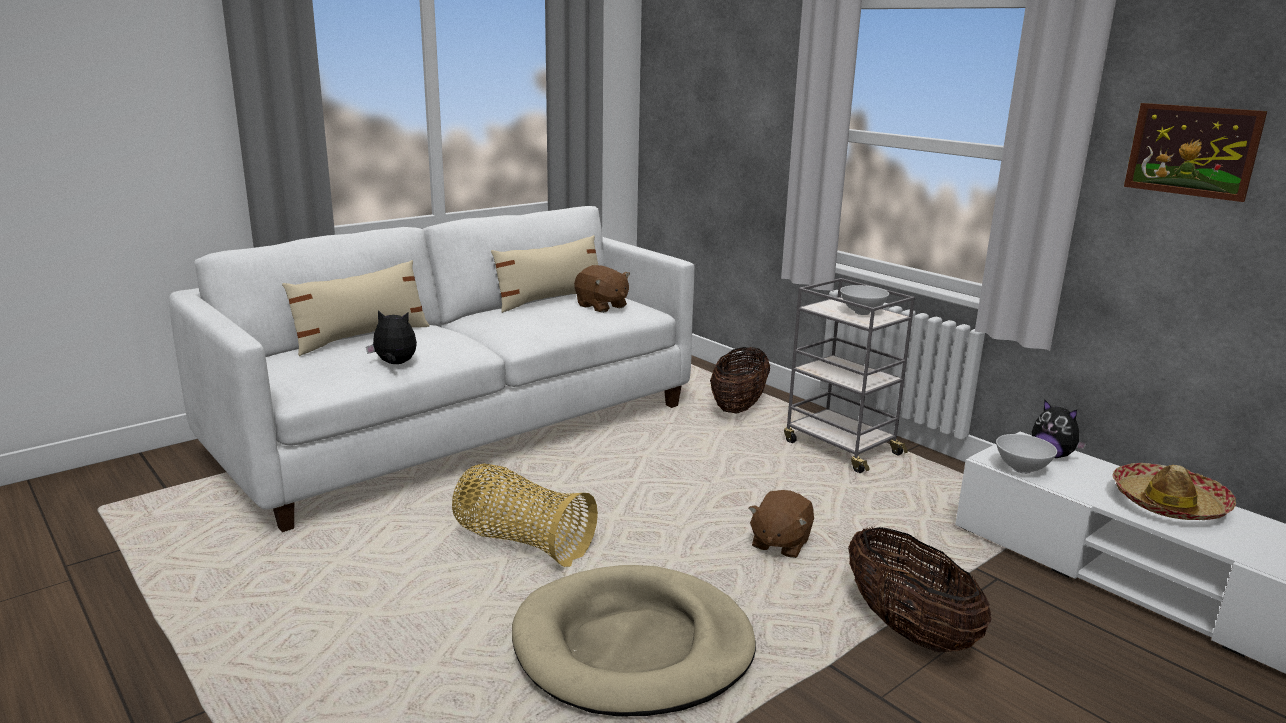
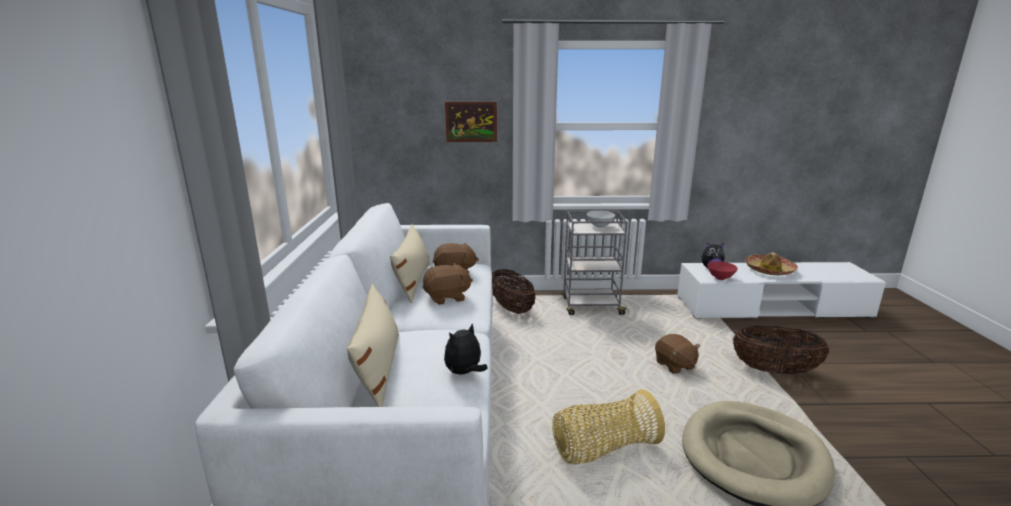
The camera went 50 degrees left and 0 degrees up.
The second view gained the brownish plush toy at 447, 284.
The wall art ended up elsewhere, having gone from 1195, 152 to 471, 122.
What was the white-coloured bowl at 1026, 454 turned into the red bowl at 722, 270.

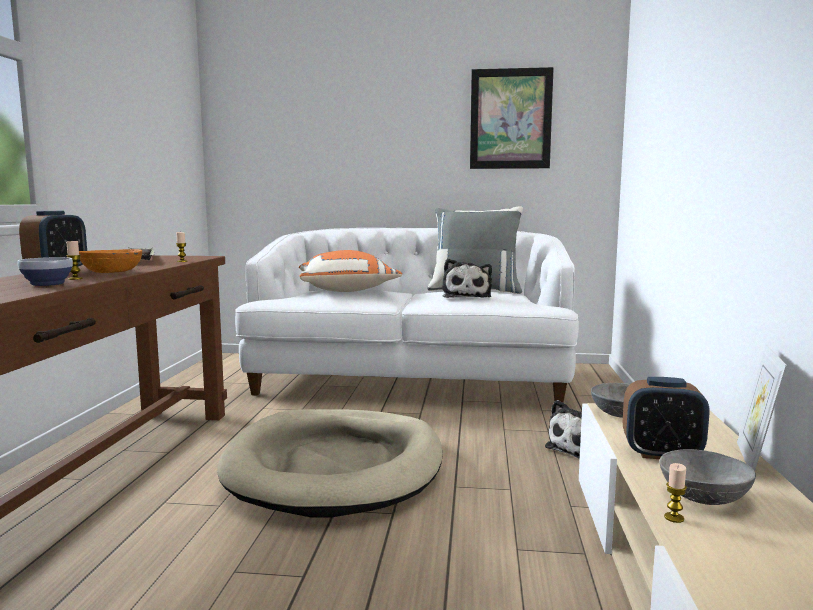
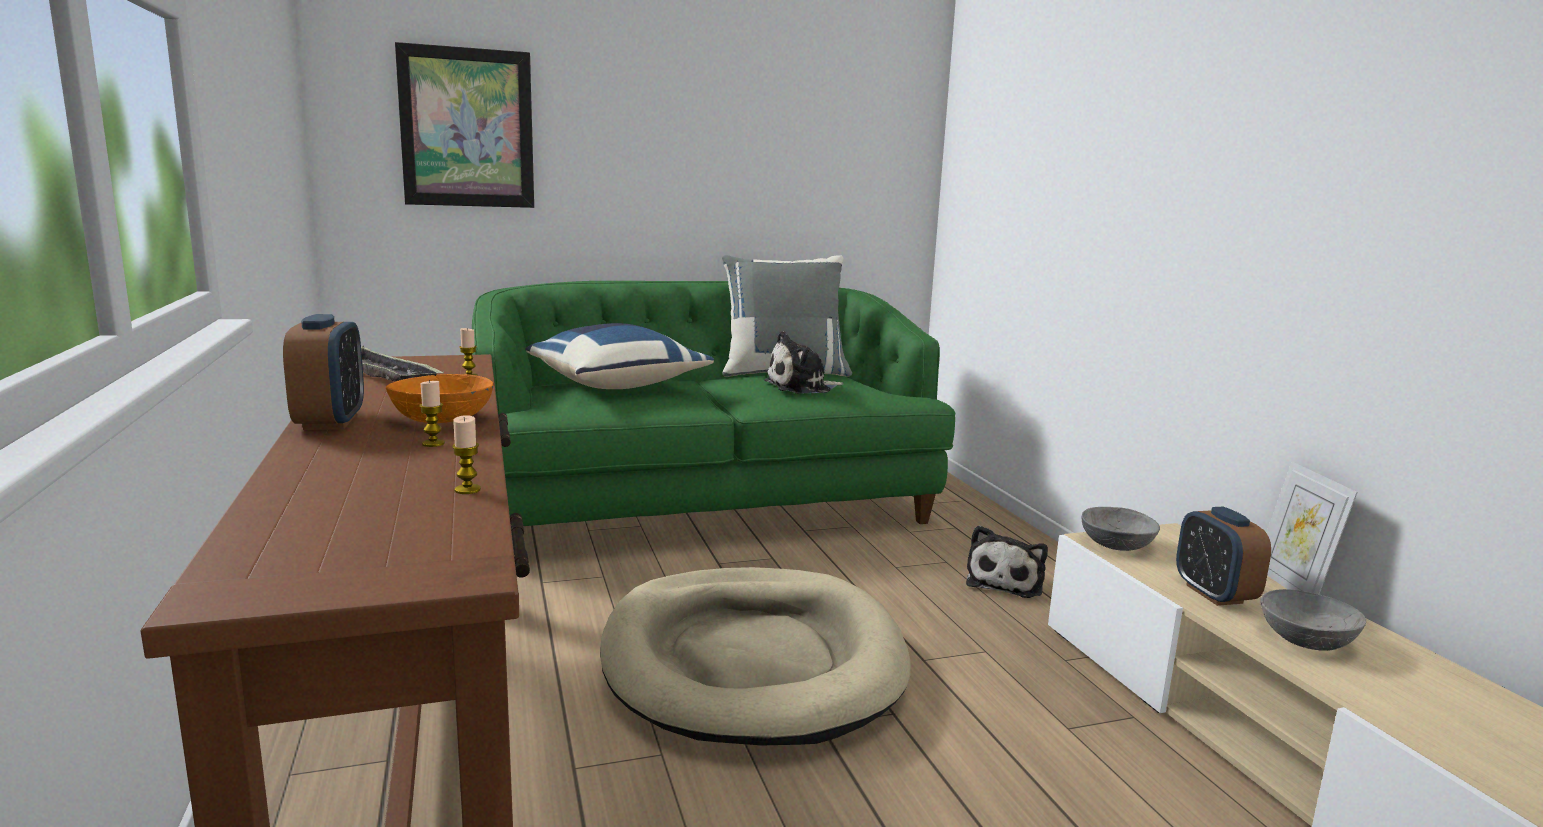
The camera went 25 degrees left and 5 degrees up.
The second view lost the bowl at 45, 271.
The wall art ended up elsewhere, having gone from 512, 118 to 464, 125.
The candle ended up elsewhere, having gone from 675, 493 to 466, 454.
What was the white-coloured sofa at 407, 315 turned into the green sofa at 714, 403.
What was the orange throw pillow at 350, 271 turned into the blue throw pillow at 619, 356.
The plush toy at 467, 278 ended up facing another way, 90 degrees clockwise from before.
The table clock at 666, 418 ended up facing another way, 90 degrees clockwise from before.

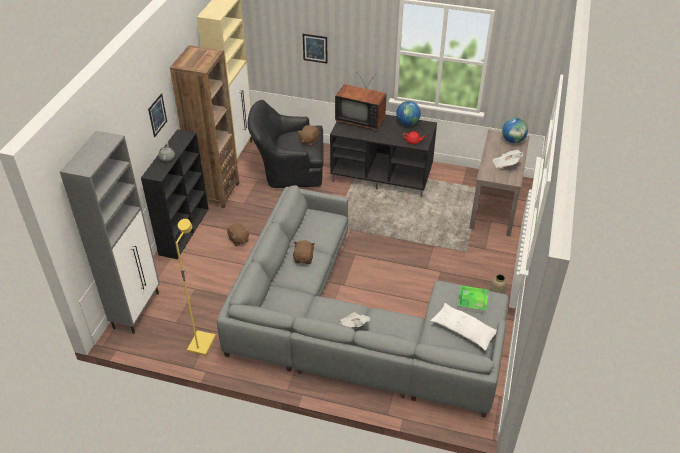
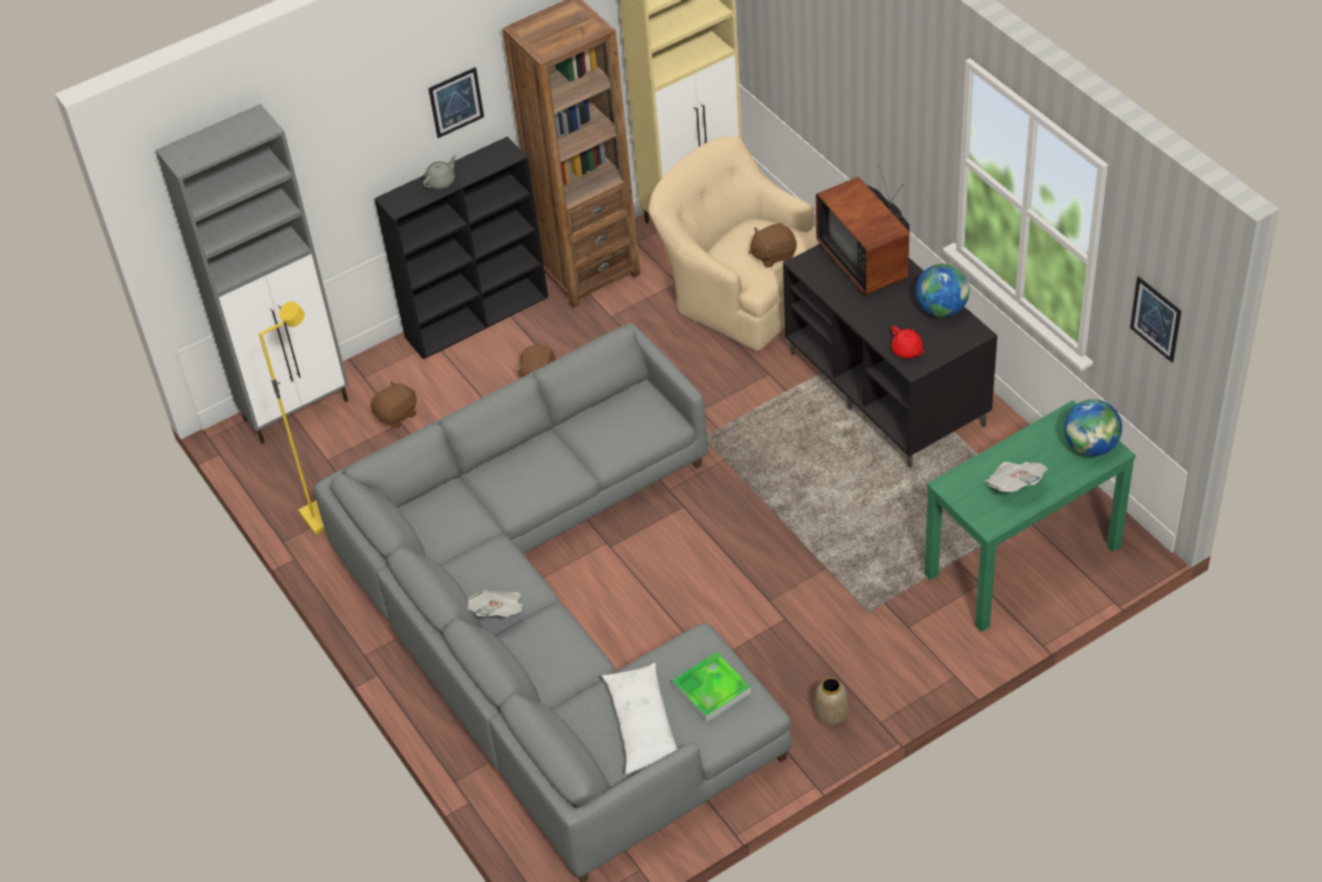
The camera went 45 degrees right and 5 degrees up.
The brownish plush toy ended up elsewhere, having gone from 304, 252 to 394, 404.
The wall art ended up elsewhere, having gone from 315, 48 to 1155, 319.
What was the black easy chair at 285, 144 turned into the beige easy chair at 734, 243.
What was the brownish hall table at 499, 183 turned into the green hall table at 1030, 516.

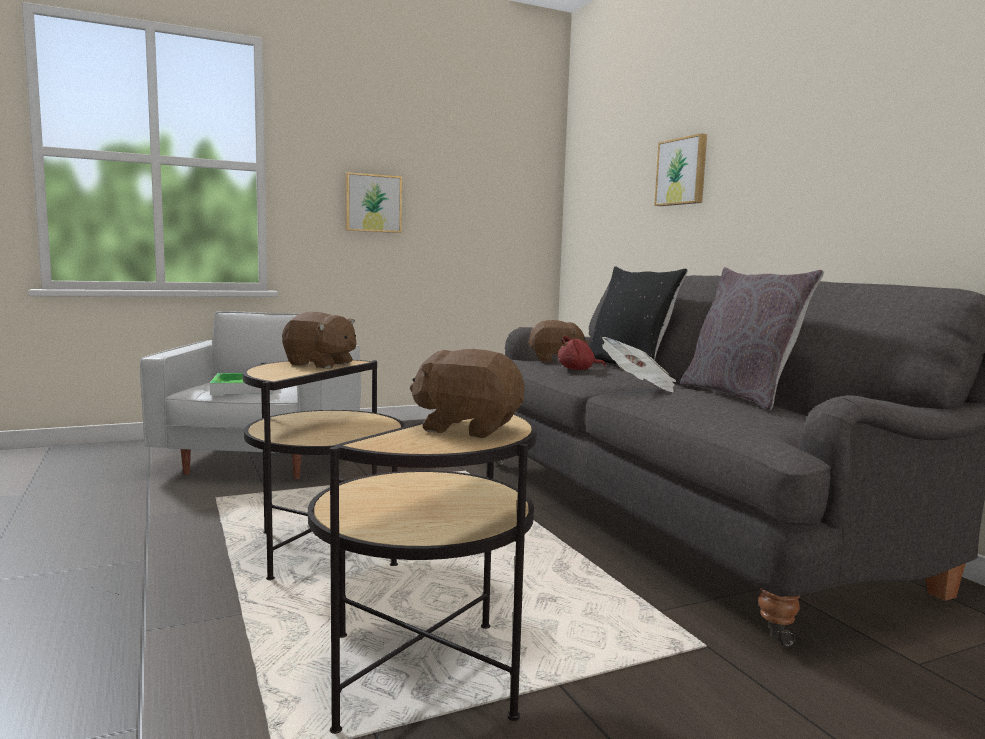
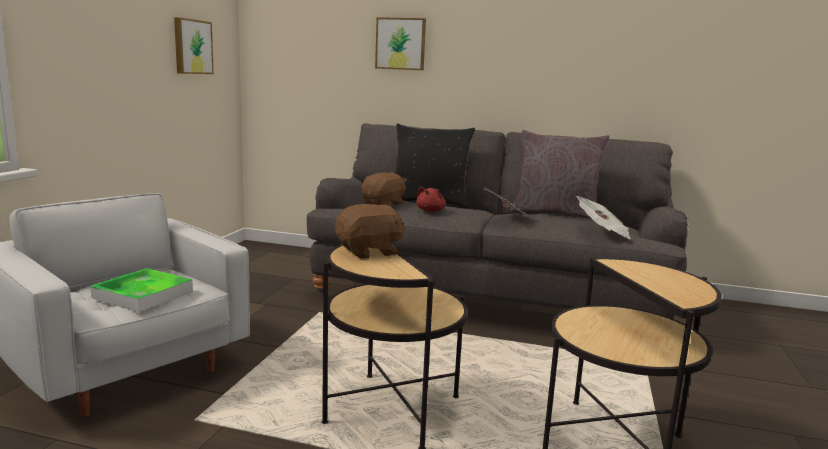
The camera went 50 degrees left and 5 degrees up.
The second view lost the brownish plush toy at 467, 393.
The second view gained the printed paper at 603, 217.
The wall art ended up elsewhere, having gone from 373, 202 to 194, 45.

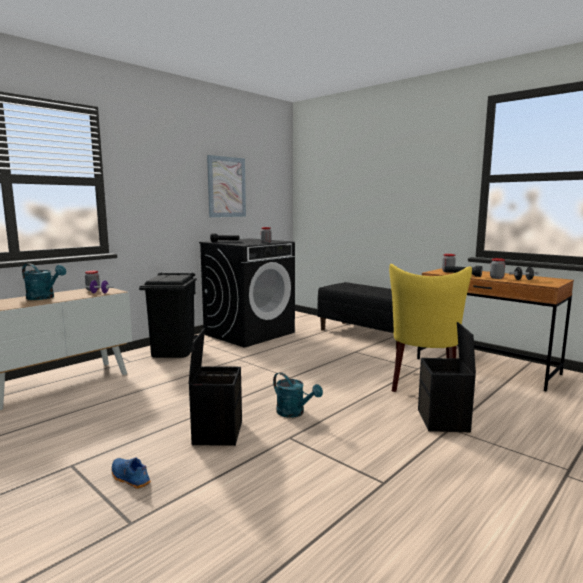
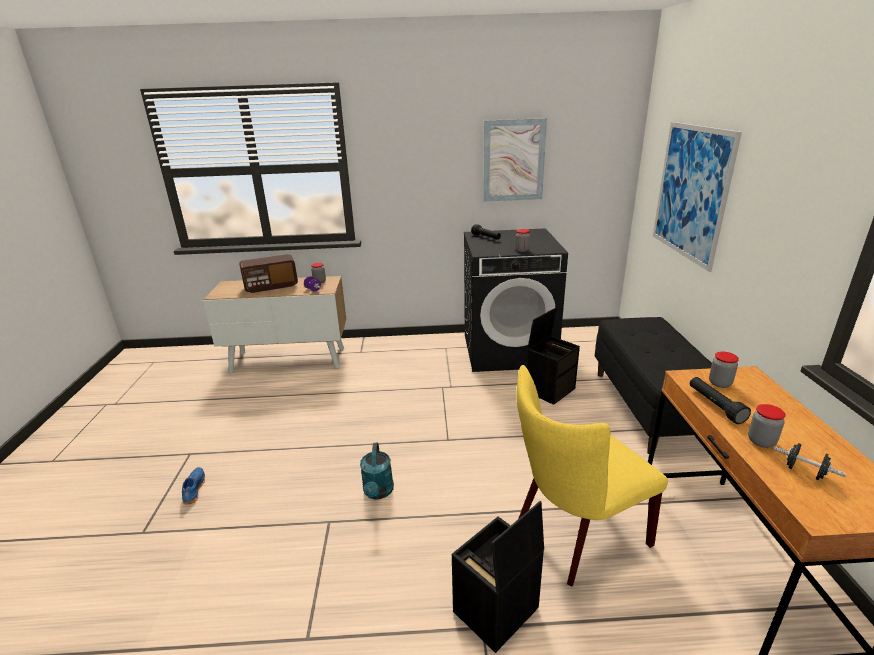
The camera went 45 degrees right and 15 degrees up.
The second view lost the black trash can at 168, 315.
The second view gained the wall art at 697, 197.
The black storage bin ended up elsewhere, having gone from 215, 387 to 553, 356.
Where the turquoise-coloured sprinkling can stood at 44, 281, the radio set came to stand at 268, 273.

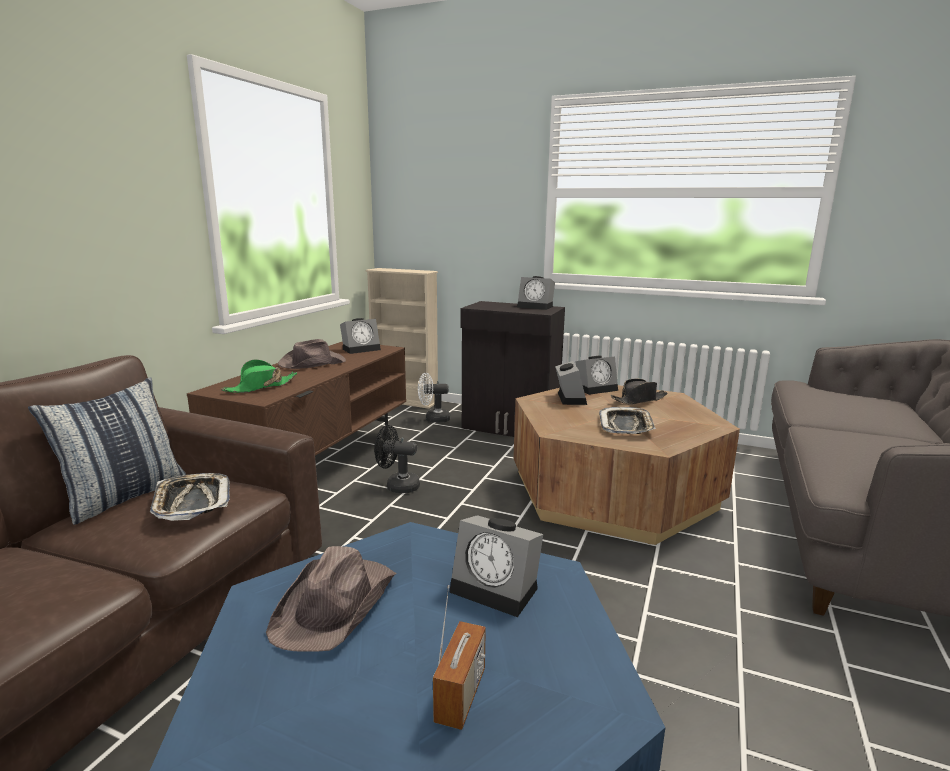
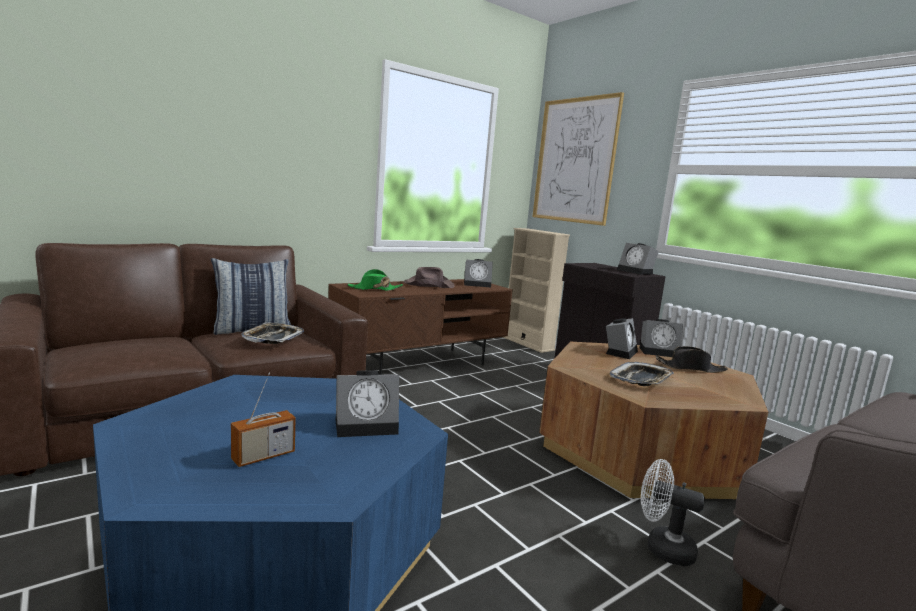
The camera went 30 degrees right and 5 degrees down.
The second view lost the brownish clothing hat at 331, 599.
The second view lost the black cooling fan at 397, 459.
The second view gained the wall art at 578, 159.
The white-coloured cooling fan ended up elsewhere, having gone from 434, 398 to 673, 512.
The table clock at 496, 566 ended up facing another way, 75 degrees counterclockwise from before.

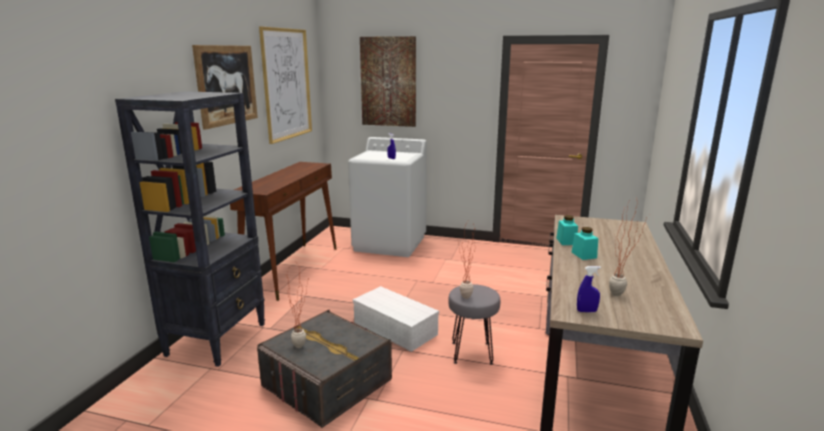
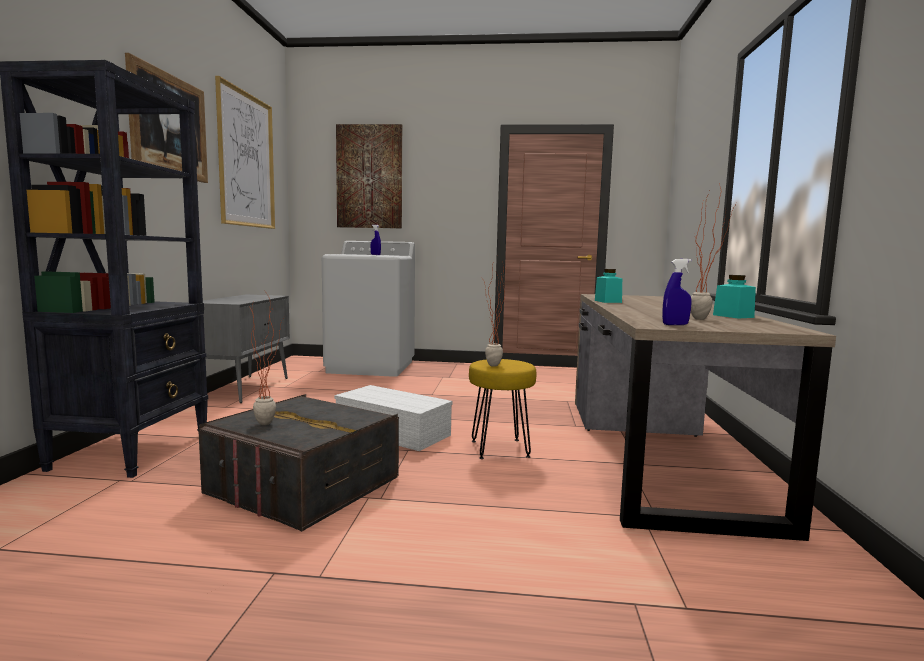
The camera went 10 degrees left and 10 degrees down.
The turquoise-coloured storage jar ended up elsewhere, having gone from 585, 243 to 734, 297.
Where the brownish hall table stood at 283, 231, the greyish cabinet came to stand at 246, 348.
What was the greyish sitting stool at 474, 324 turned into the yellowish sitting stool at 502, 409.

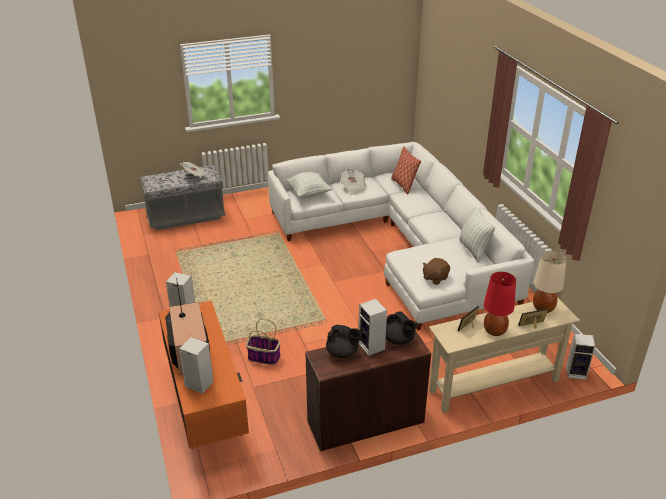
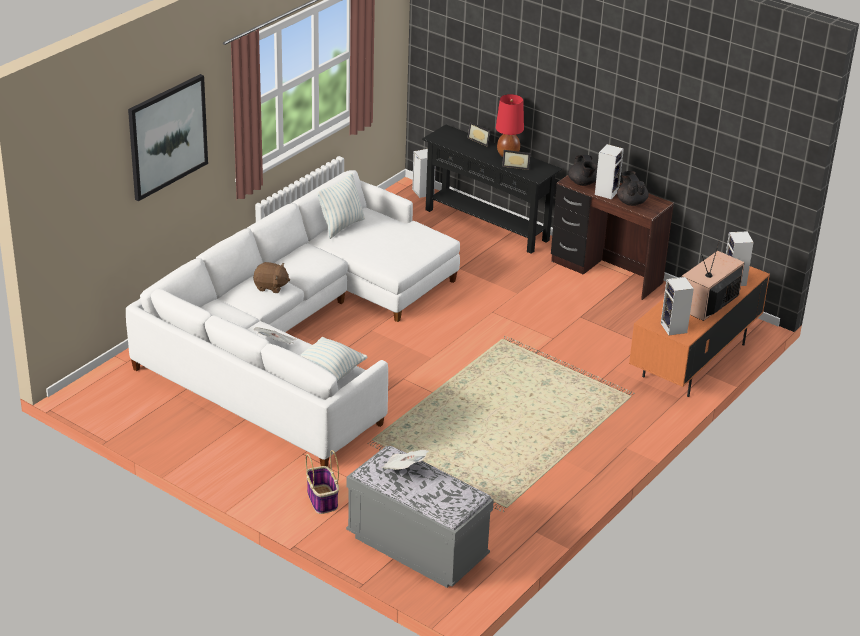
The camera went 125 degrees left and 0 degrees up.
The second view lost the throw pillow at 406, 170.
The second view lost the beige table lamp at 550, 282.
The second view gained the wall art at 168, 137.
The storage basket ended up elsewhere, having gone from 263, 342 to 322, 482.
The brownish plush toy ended up elsewhere, having gone from 436, 271 to 271, 277.
What was the beige hall table at 504, 355 turned into the black hall table at 492, 189.
The black teapot at 401, 328 ended up facing another way, 150 degrees clockwise from before.

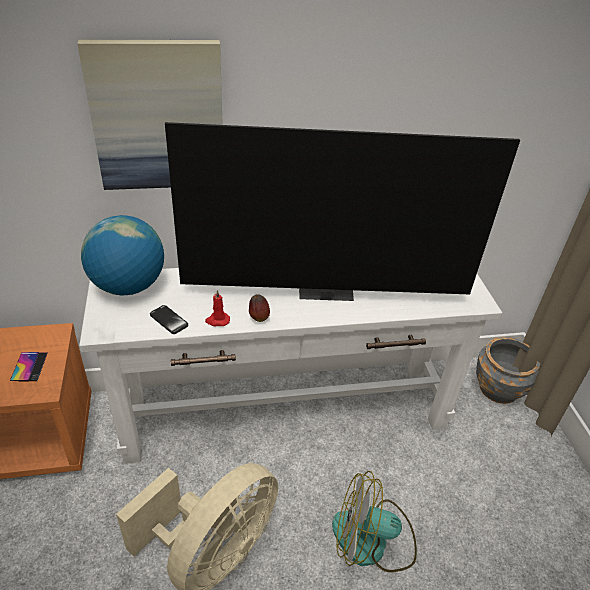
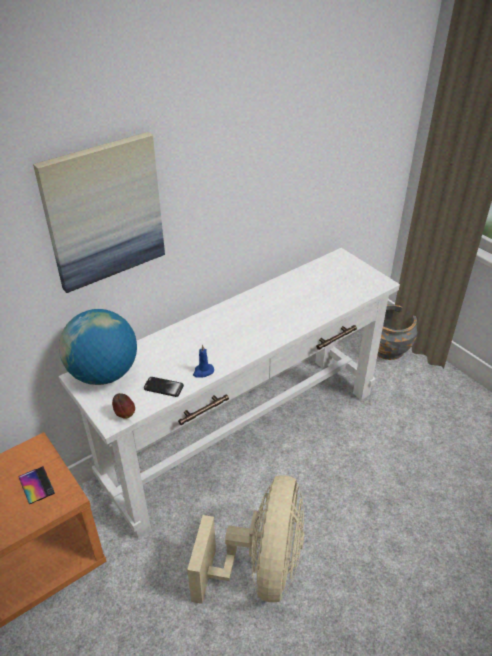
The camera went 25 degrees left and 0 degrees up.
The second view lost the TV set at 342, 211.
The second view lost the cooling fan at 374, 521.
The whole apple ended up elsewhere, having gone from 259, 308 to 123, 406.
What was the red candle at 217, 308 turned into the blue candle at 203, 361.

